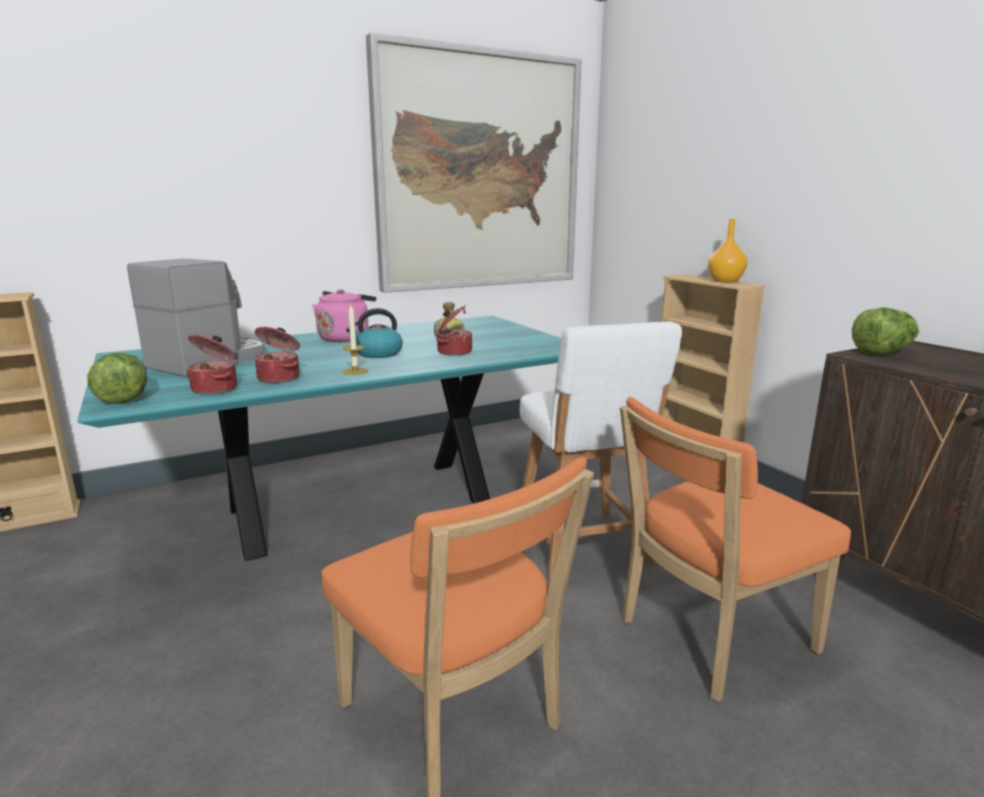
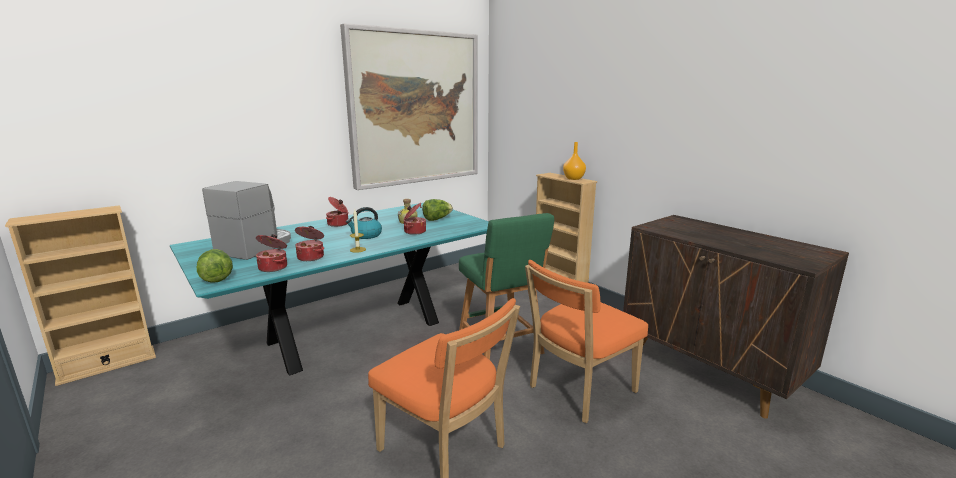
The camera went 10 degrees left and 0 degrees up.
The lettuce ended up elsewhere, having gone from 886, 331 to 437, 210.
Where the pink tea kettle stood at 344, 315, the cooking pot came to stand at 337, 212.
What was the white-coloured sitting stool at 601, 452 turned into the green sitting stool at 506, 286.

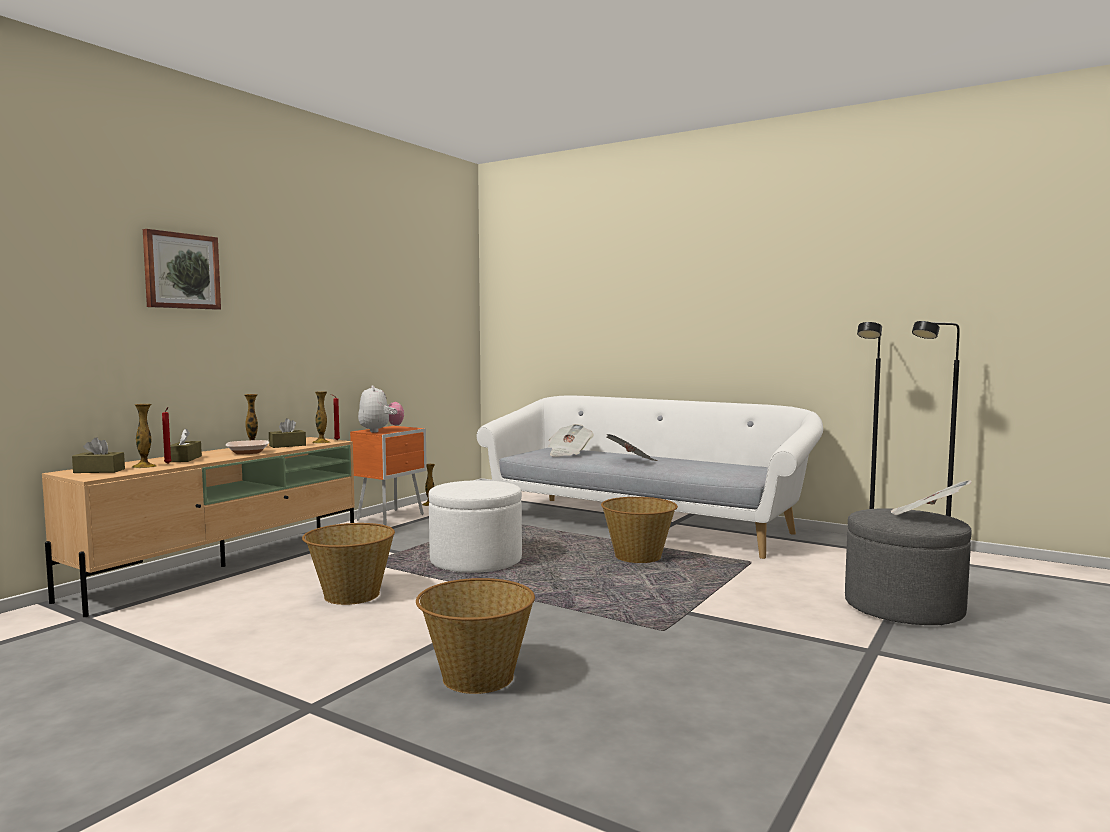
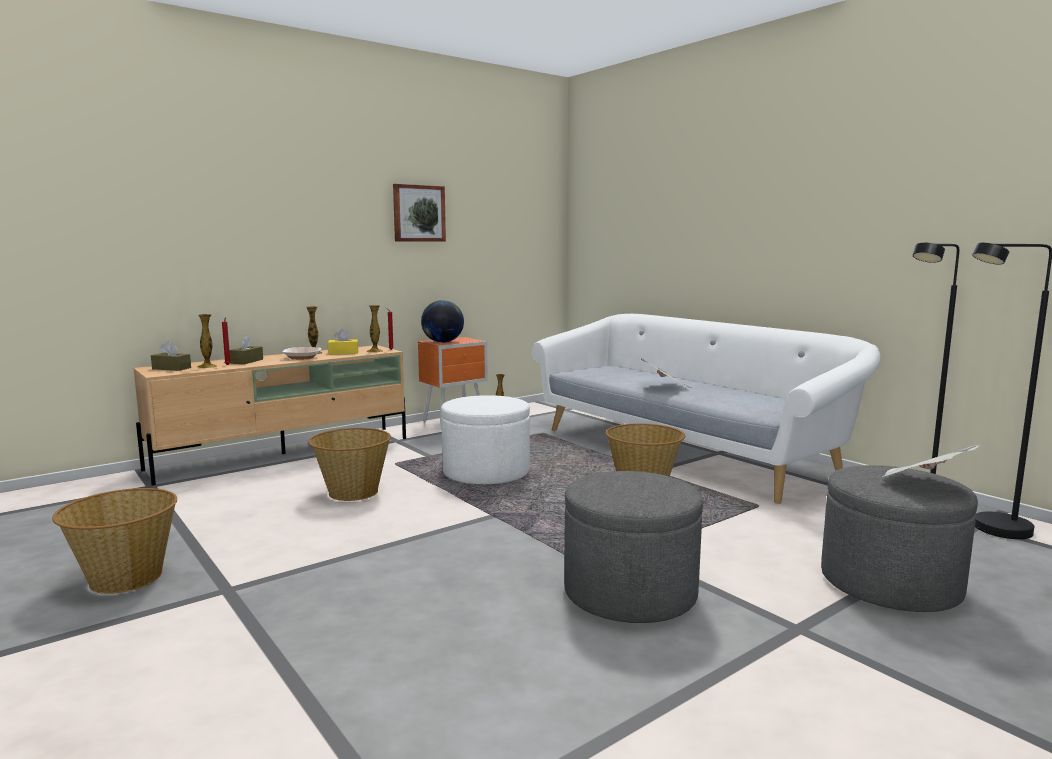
The camera went 20 degrees right and 5 degrees up.
The second view lost the printed paper at 571, 440.
The second view gained the greyish footrest at 633, 547.
The wall art ended up elsewhere, having gone from 182, 269 to 419, 213.
The storage basket ended up elsewhere, having gone from 475, 636 to 114, 541.
Where the plush toy stood at 381, 409, the world globe came to stand at 442, 321.
What was the brownish tissue holder at 287, 433 turned into the yellowish tissue holder at 343, 342.

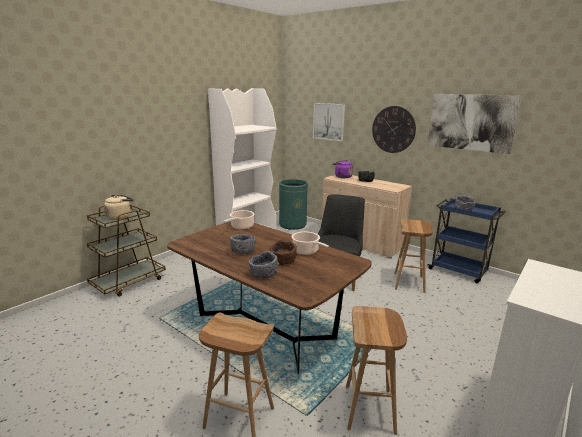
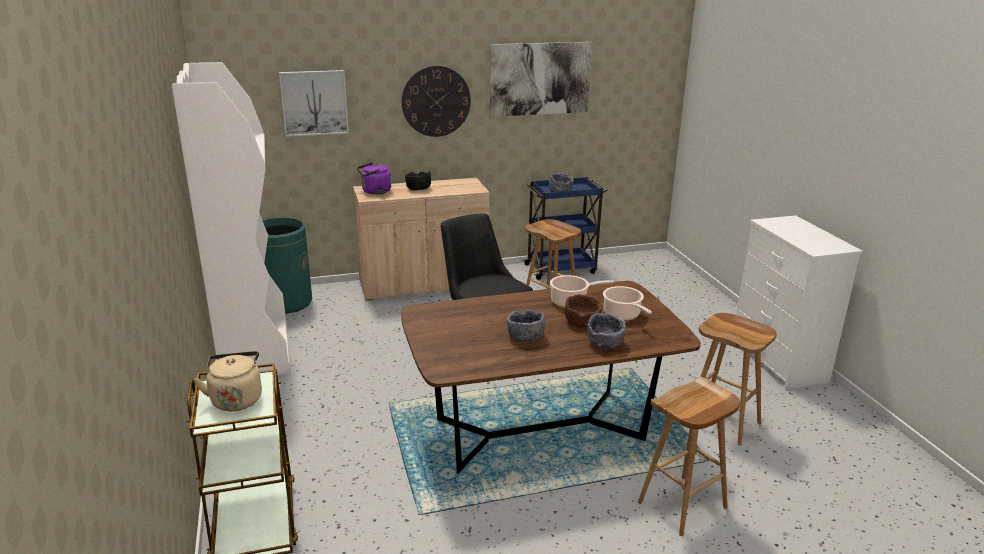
The camera went 55 degrees left and 5 degrees up.
The cooking pot ended up elsewhere, having gone from 239, 220 to 627, 303.

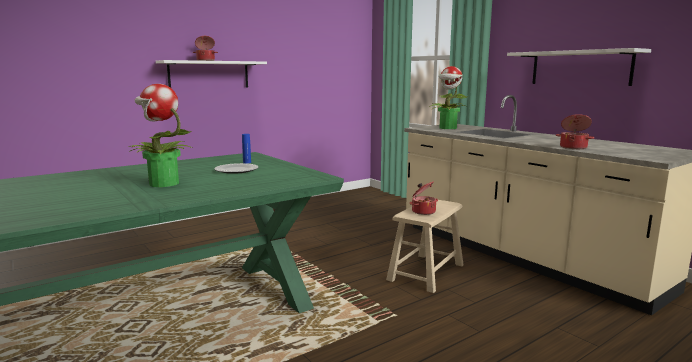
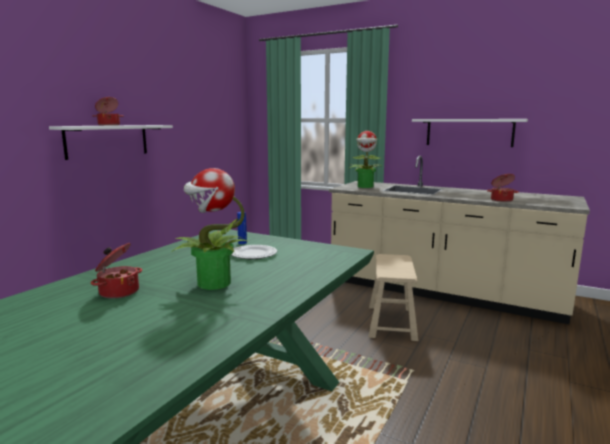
The camera went 25 degrees left and 0 degrees up.
The cooking pot ended up elsewhere, having gone from 424, 198 to 116, 271.

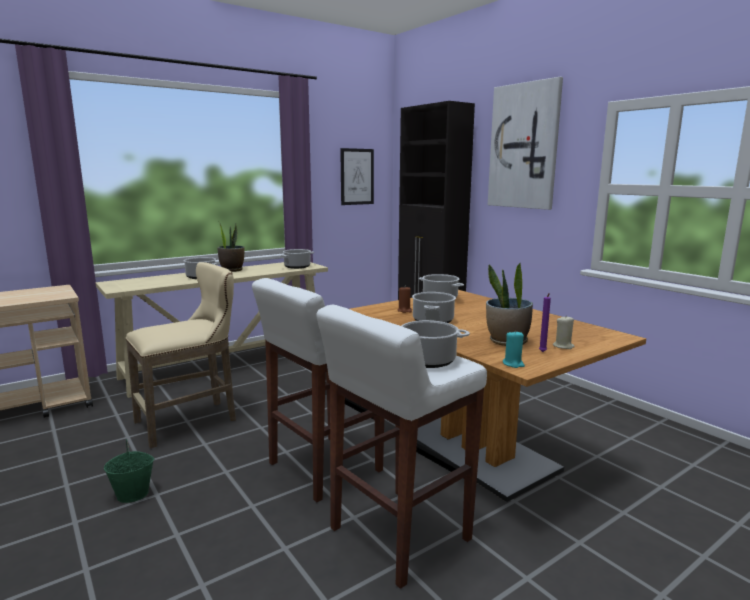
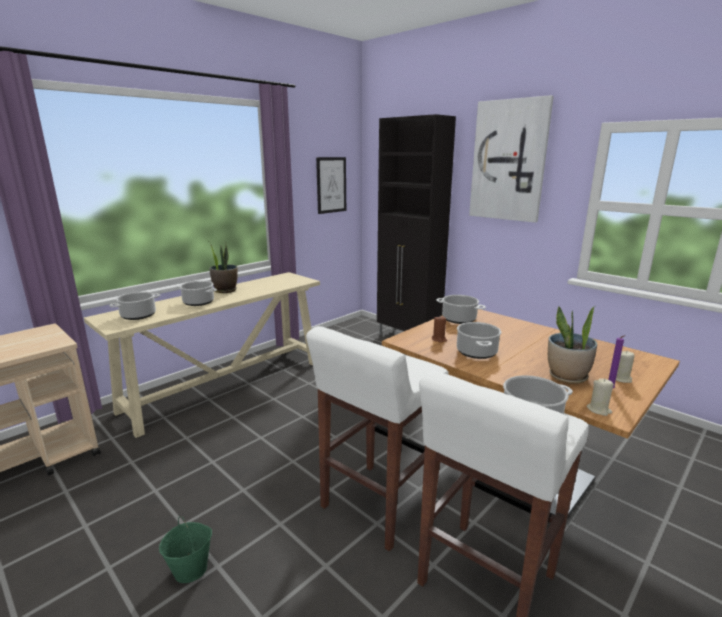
The camera went 10 degrees left and 5 degrees up.
The second view lost the beige sitting stool at 180, 355.
The cooking pot ended up elsewhere, having gone from 296, 259 to 135, 306.
What was the turquoise-coloured candle at 514, 349 turned into the beige candle at 600, 397.

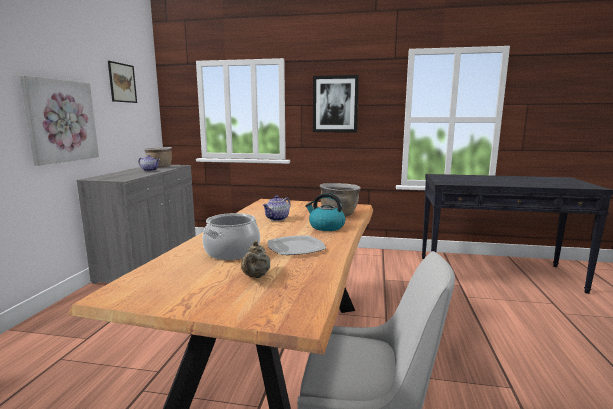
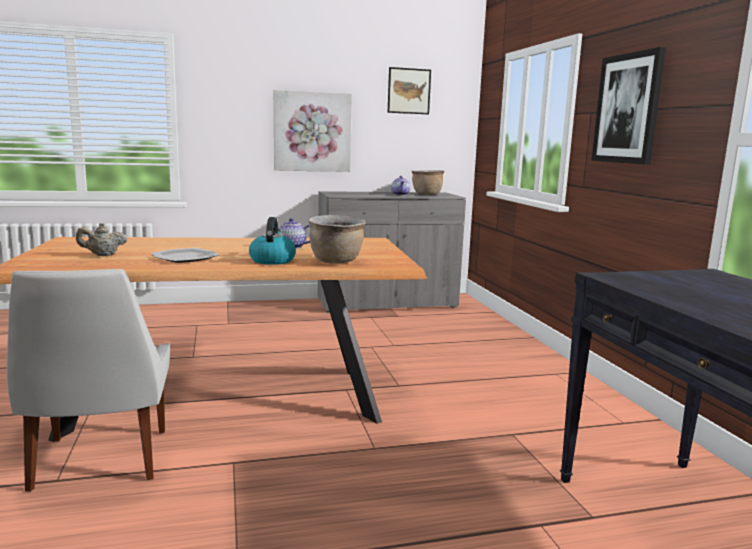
The camera went 65 degrees right and 0 degrees up.
The second view lost the cooking pot at 231, 236.

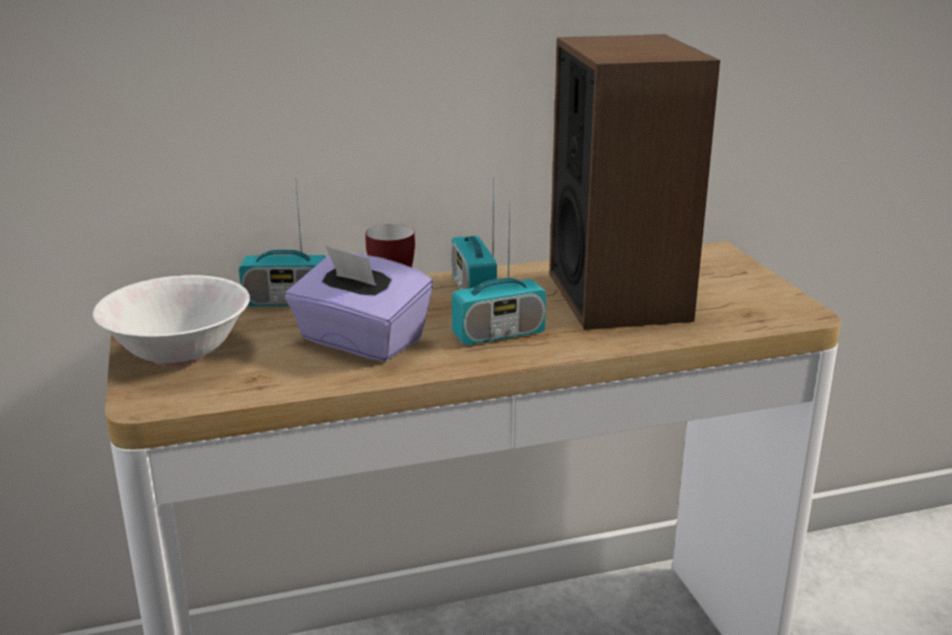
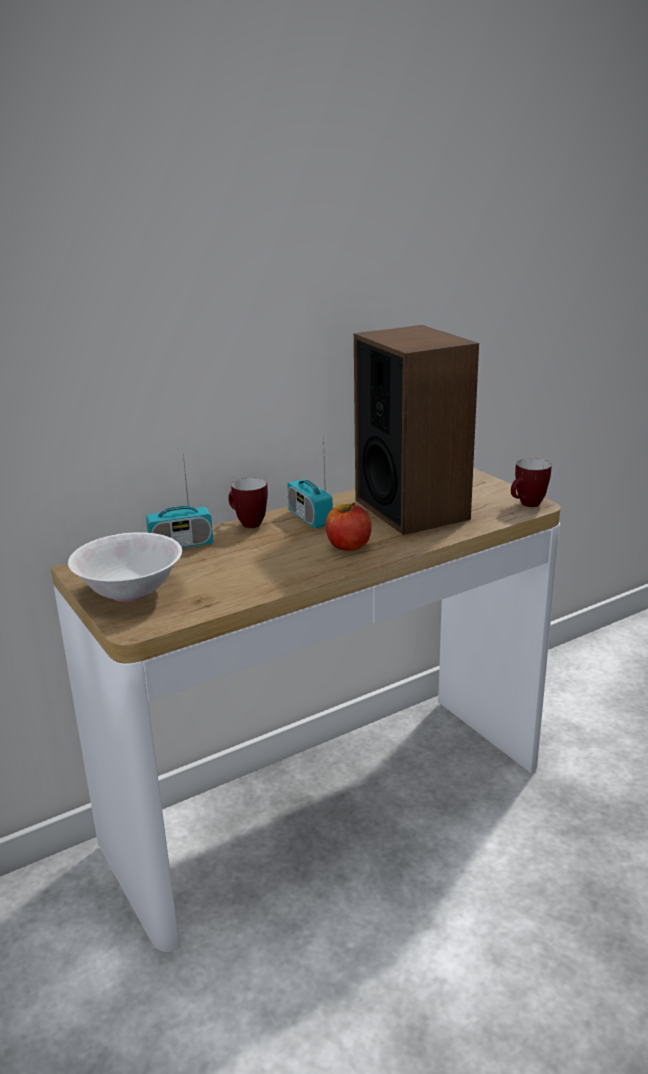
The camera went 15 degrees left and 0 degrees up.
The second view lost the purple tissue holder at 359, 303.
The second view gained the coffee mug at 531, 482.
Where the radio set stood at 499, 273, the whole apple came to stand at 349, 527.

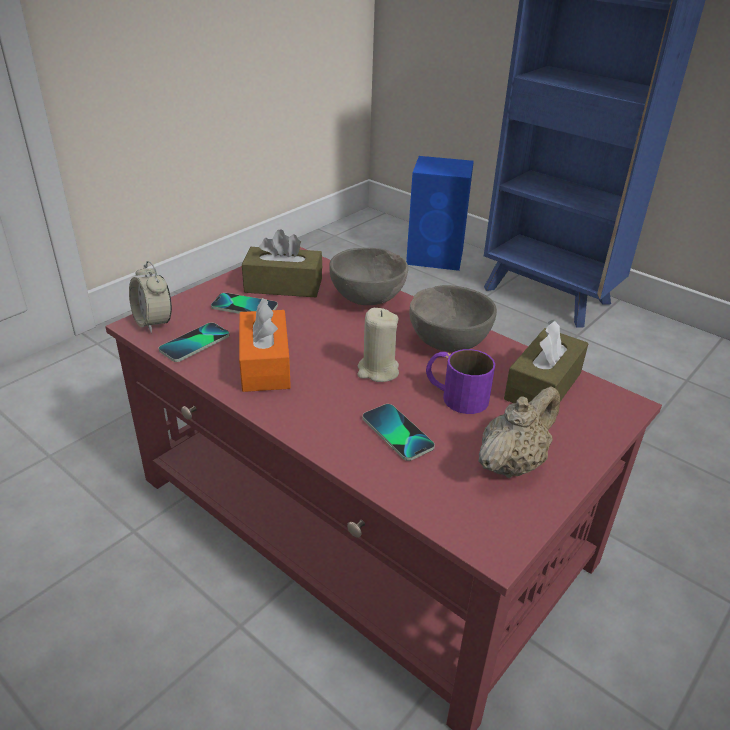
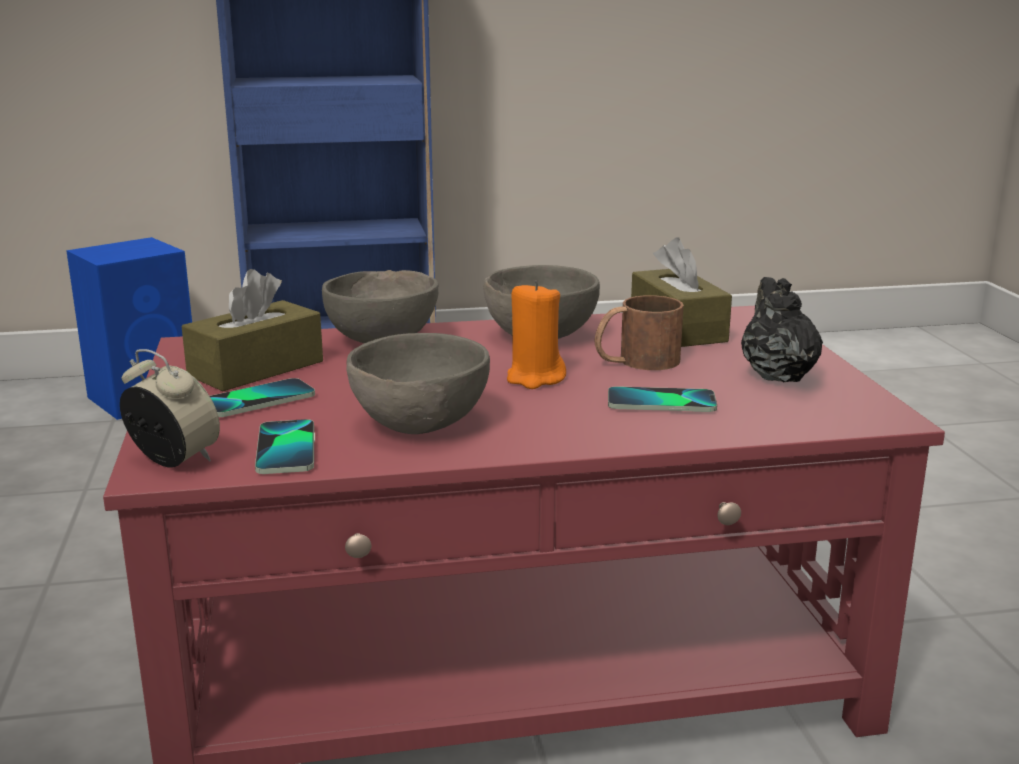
The camera went 50 degrees left and 15 degrees down.
Where the orange tissue holder stood at 265, 345, the greyish bowl came to stand at 418, 383.
What was the beige candle at 378, 345 turned into the orange candle at 536, 335.
What was the purple coffee mug at 460, 381 turned into the brownish coffee mug at 639, 332.
What was the beige teapot at 519, 432 turned into the black teapot at 782, 329.
The table clock at 150, 297 ended up facing another way, 150 degrees counterclockwise from before.

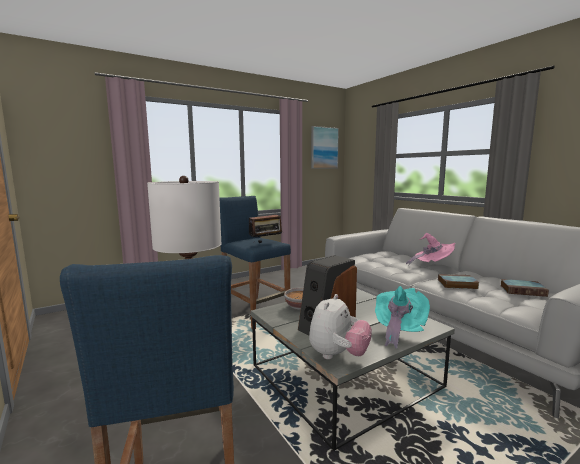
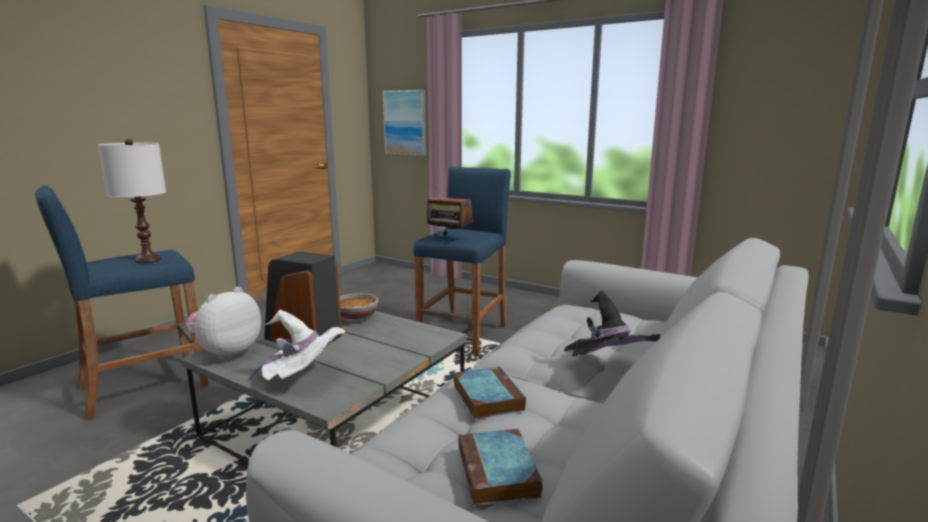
The camera went 65 degrees right and 5 degrees up.
The wall art ended up elsewhere, having gone from 325, 147 to 404, 123.
What was the turquoise-coloured clothing hat at 402, 317 turned into the white-coloured clothing hat at 296, 345.
What was the pink clothing hat at 431, 249 turned into the black clothing hat at 612, 323.
The plush toy at 340, 326 ended up facing another way, 120 degrees clockwise from before.

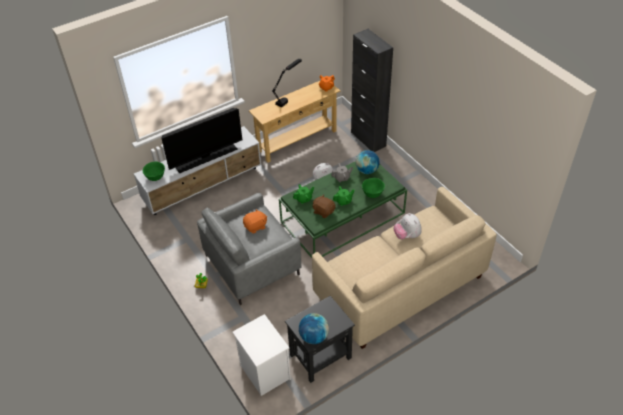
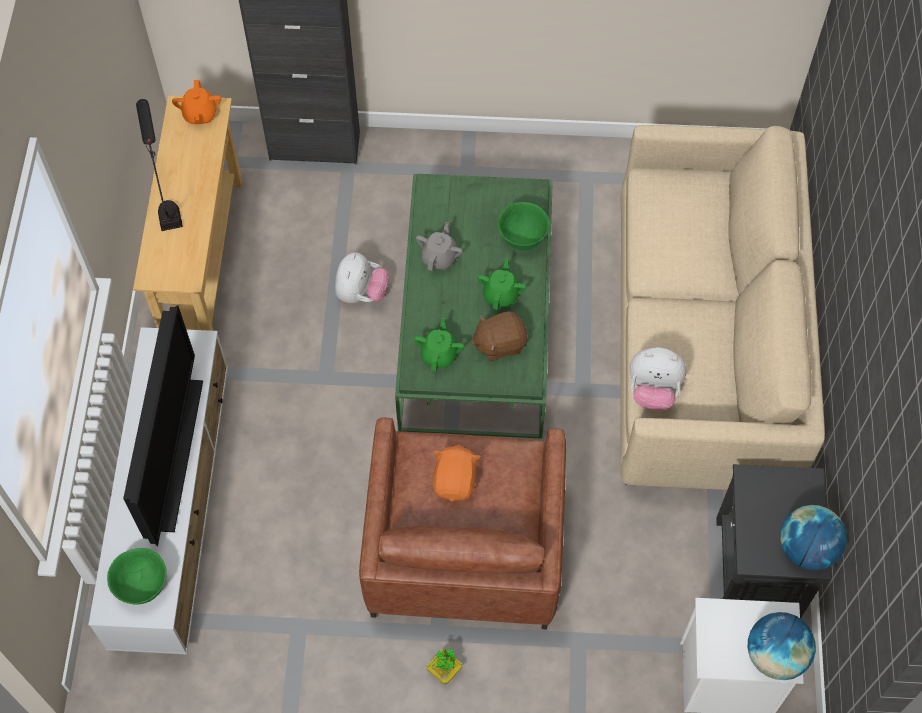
The camera went 55 degrees left and 15 degrees up.
The world globe ended up elsewhere, having gone from 367, 162 to 782, 646.
The plush toy ended up elsewhere, having gone from 408, 226 to 658, 378.
What was the greyish easy chair at 249, 249 turned into the brownish easy chair at 462, 523.

